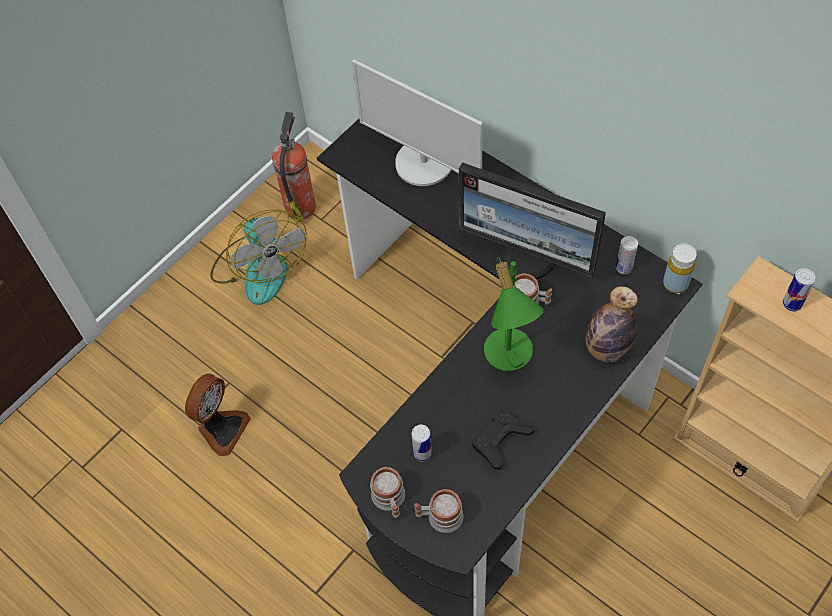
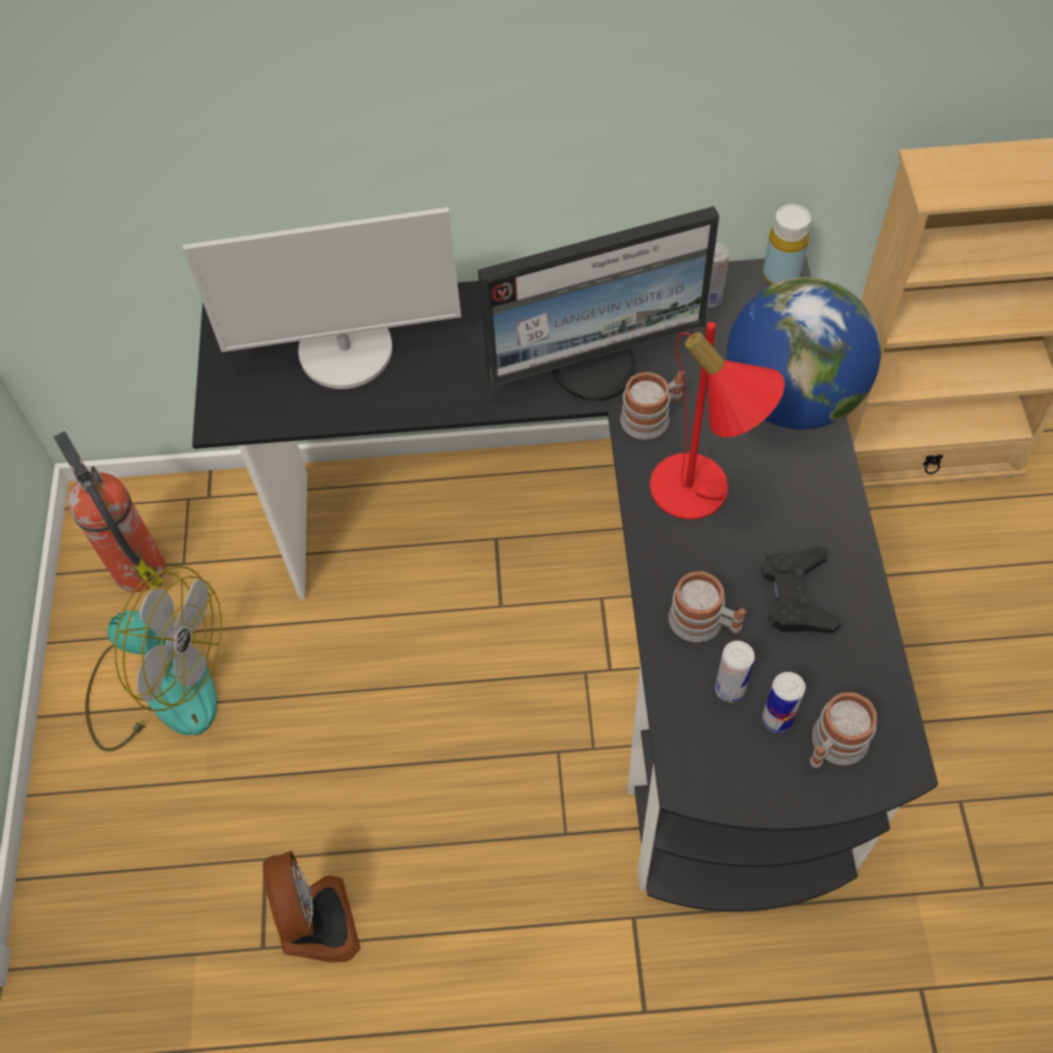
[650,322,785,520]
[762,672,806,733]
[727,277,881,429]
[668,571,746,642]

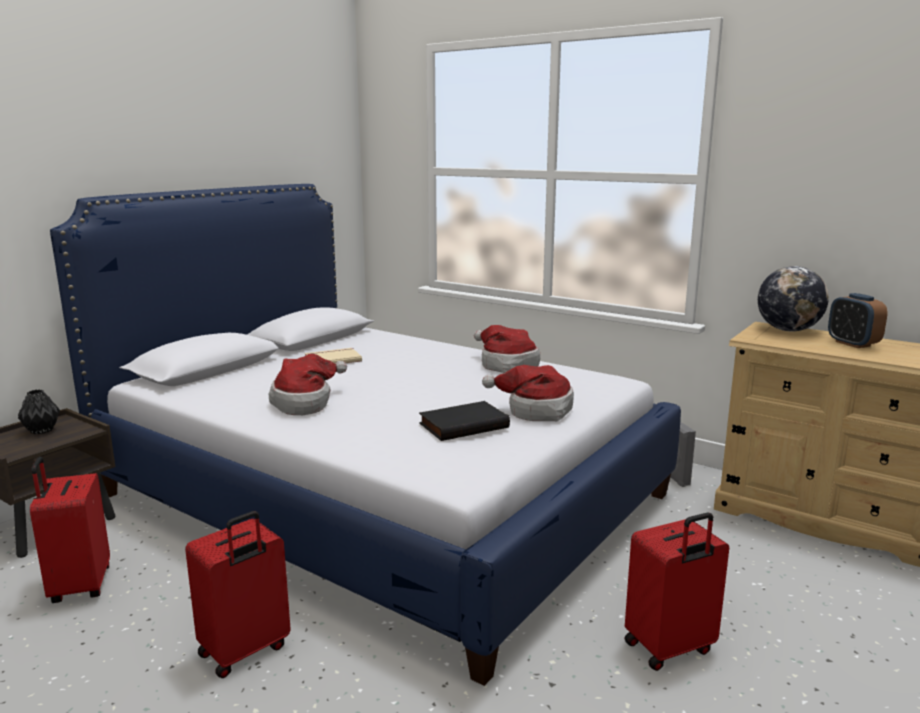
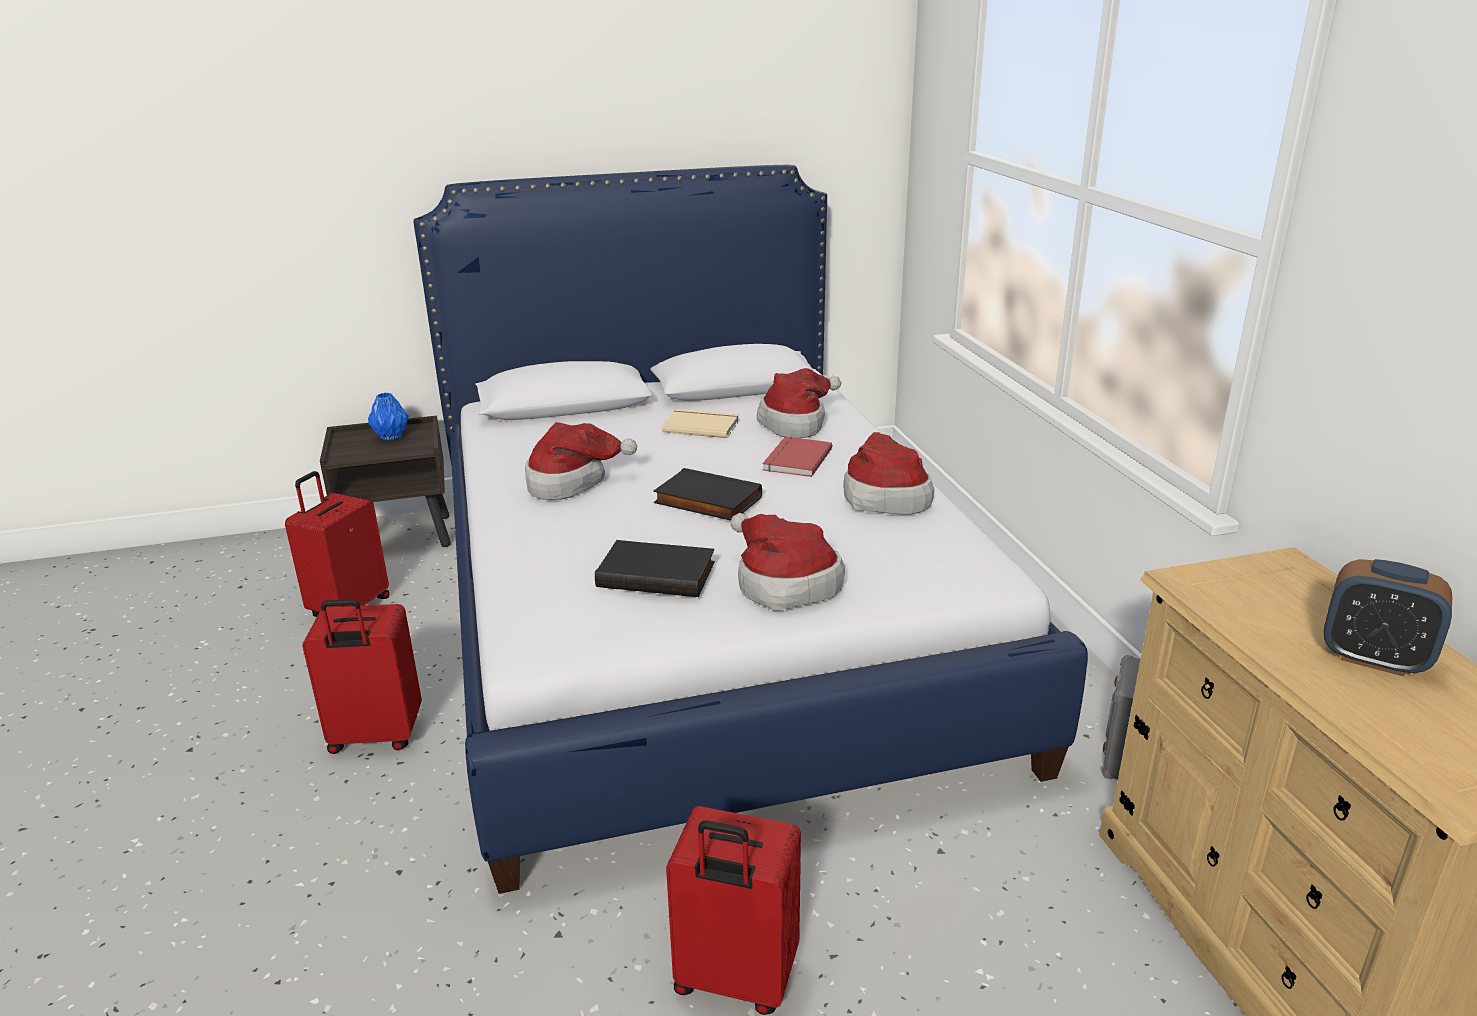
[758,266,829,331] (first image)
[1323,559,1452,677]
[368,393,409,440]
[757,368,841,438]
[763,437,832,477]
[653,468,762,521]

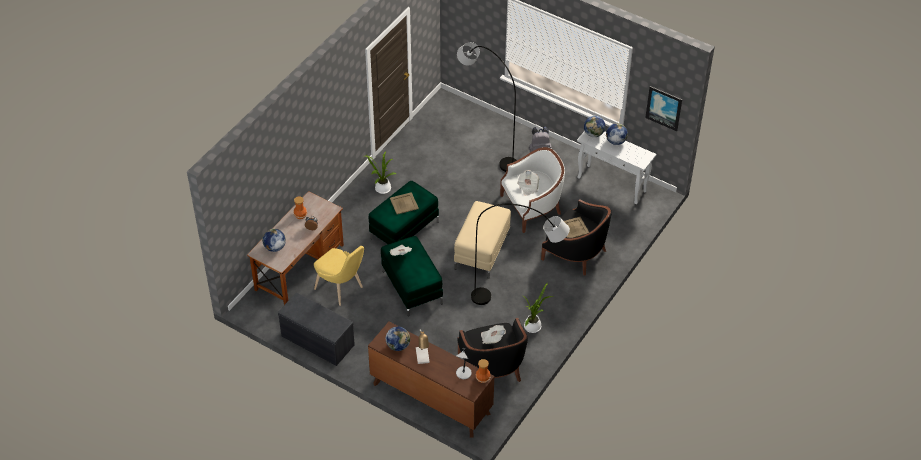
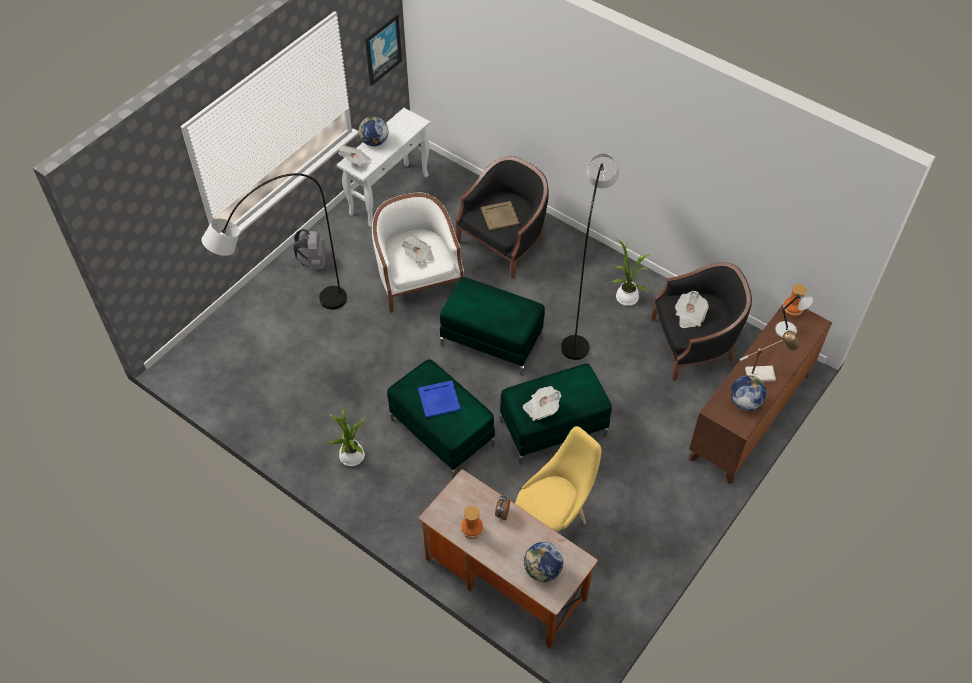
[338,146,372,165]
[418,380,461,418]
[440,277,545,375]
[278,292,355,366] (first image)

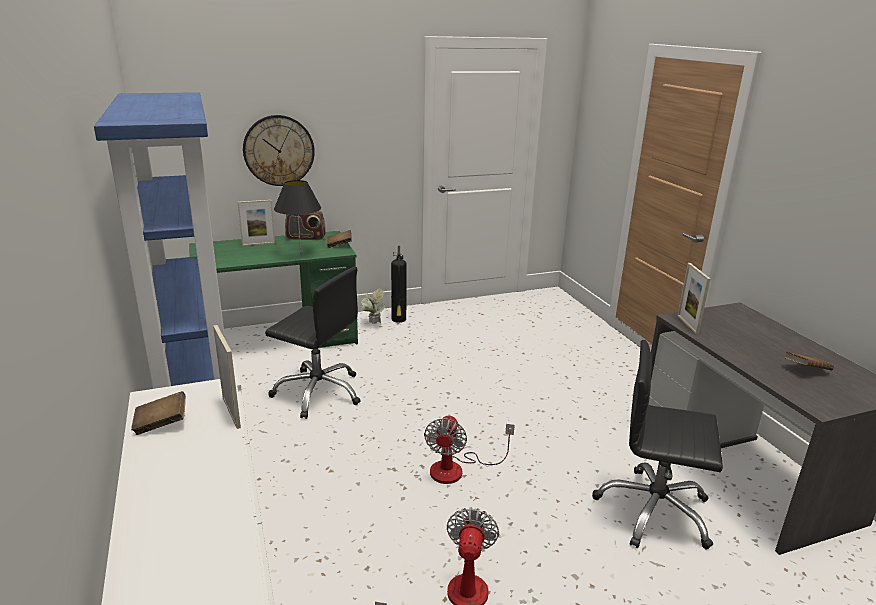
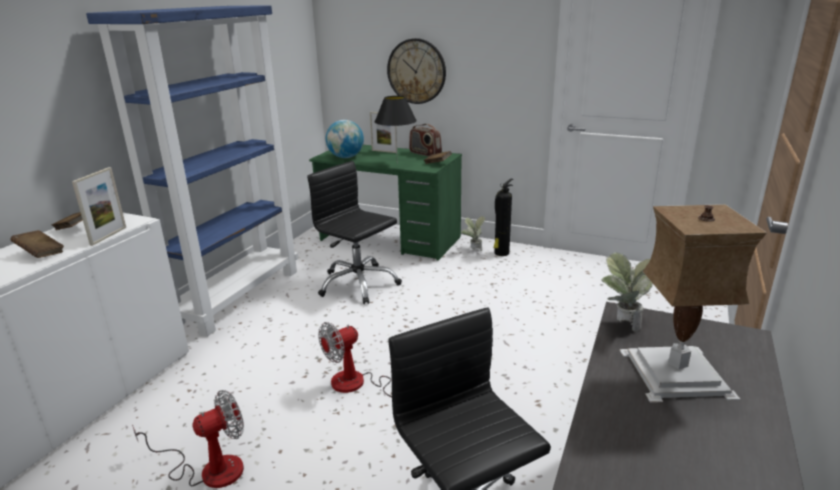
[601,252,653,331]
[307,161,402,304]
[11,230,64,258]
[326,120,364,158]
[619,204,767,403]

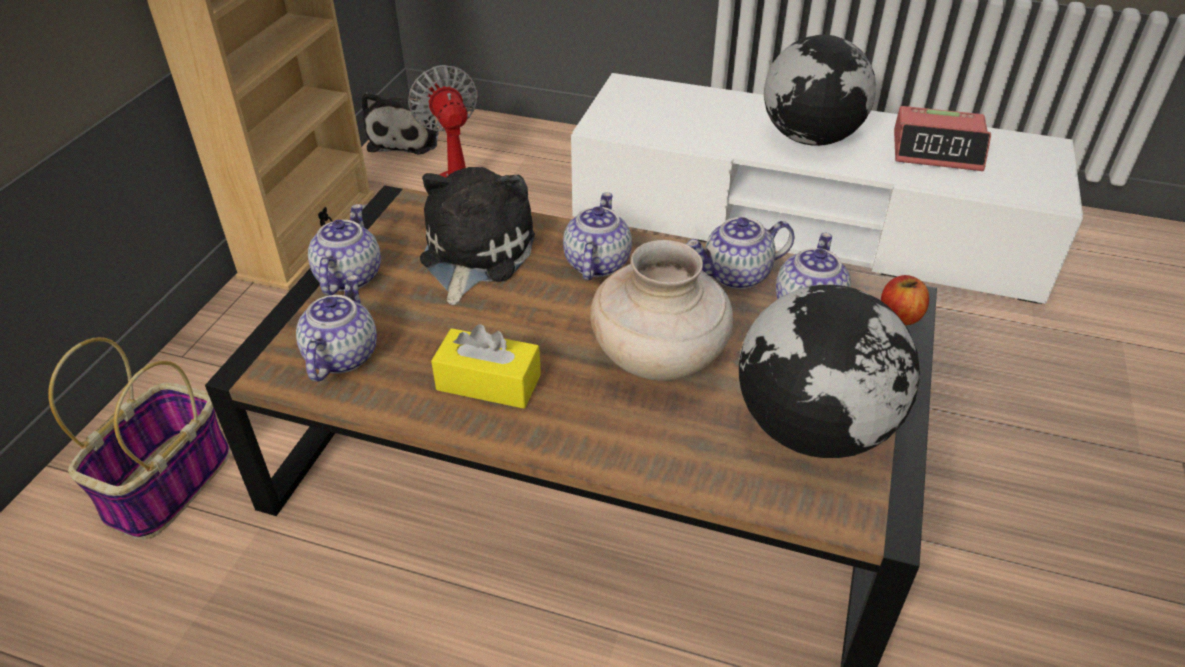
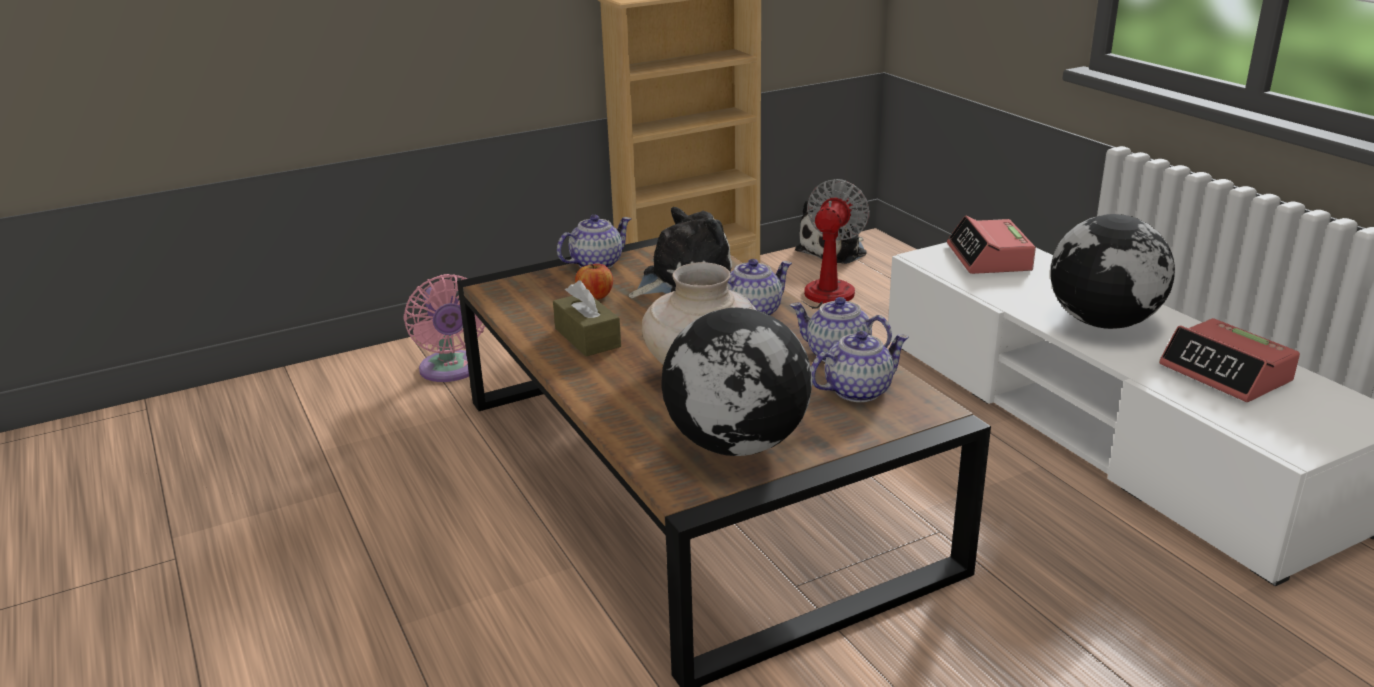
[296,275,377,382] (first image)
[575,264,613,300]
[553,280,621,356]
[404,274,485,382]
[947,216,1036,274]

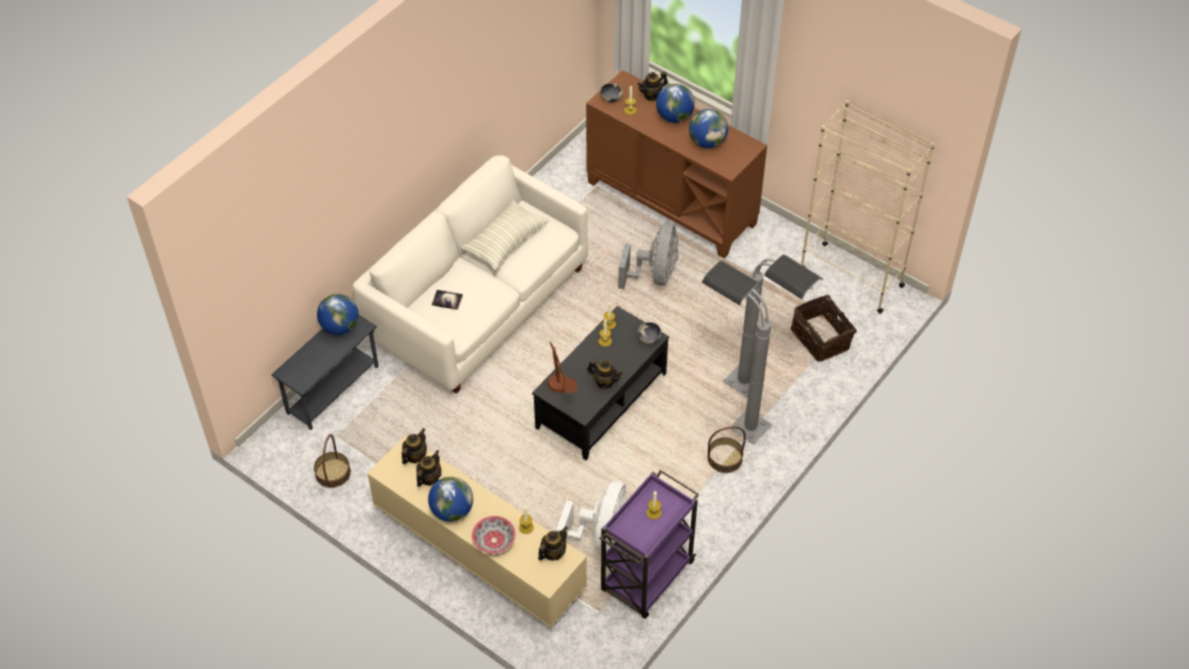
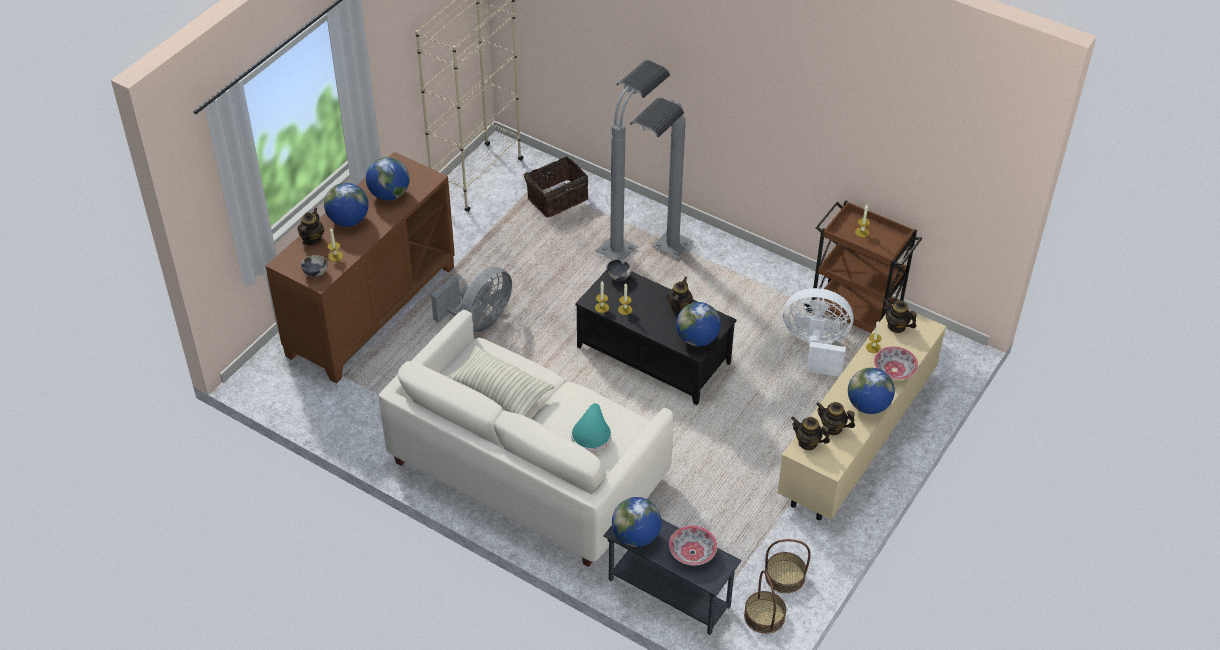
[298,208,324,245]
[431,267,512,333]
[571,403,611,453]
[676,302,721,346]
[744,570,786,634]
[804,200,922,333]
[669,525,717,565]

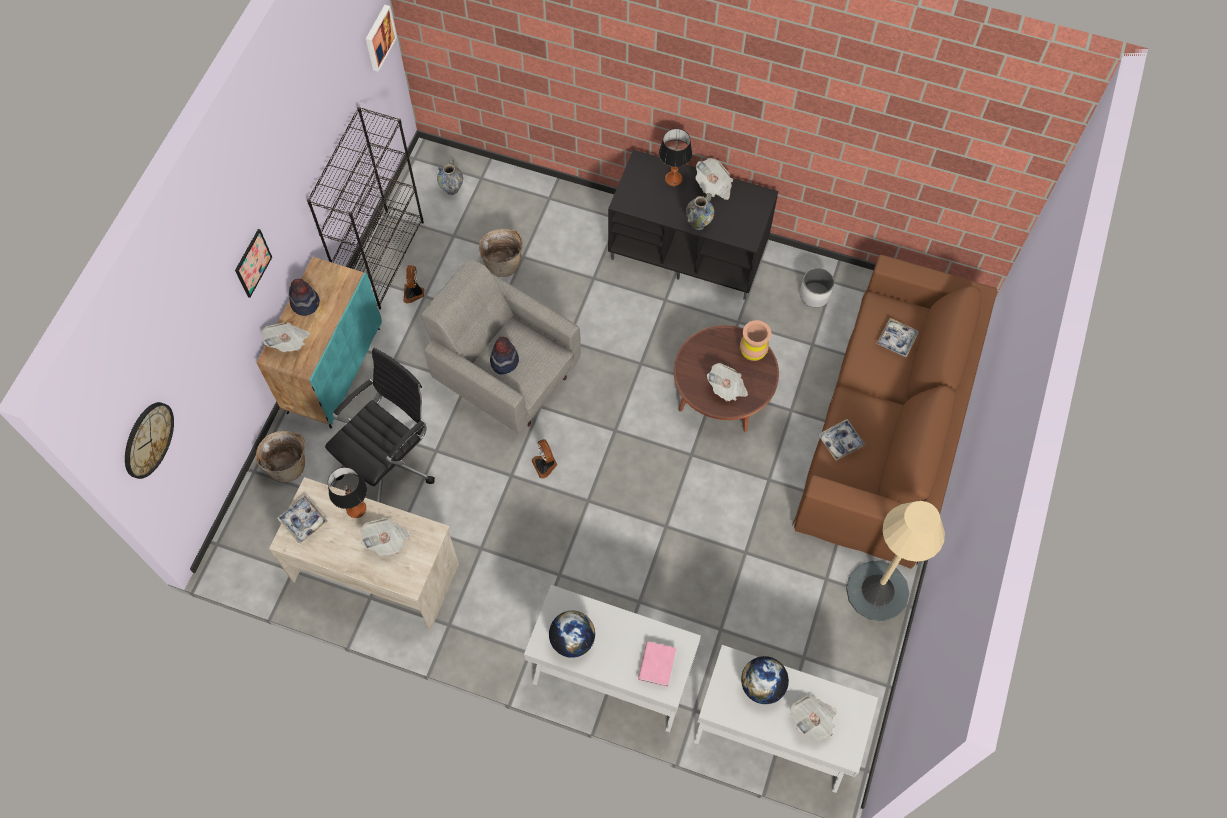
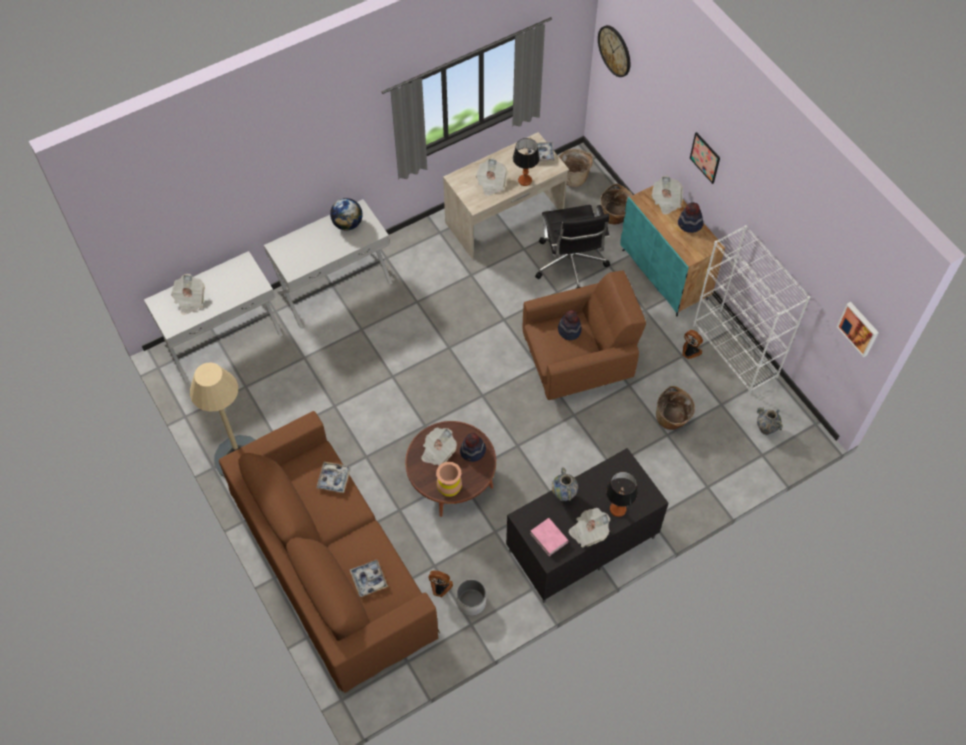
[693,225,810,394]
[523,270,646,400]
[428,571,453,597]
[530,518,569,556]
[741,656,789,704] (first image)
[559,149,593,187]
[460,433,486,462]

